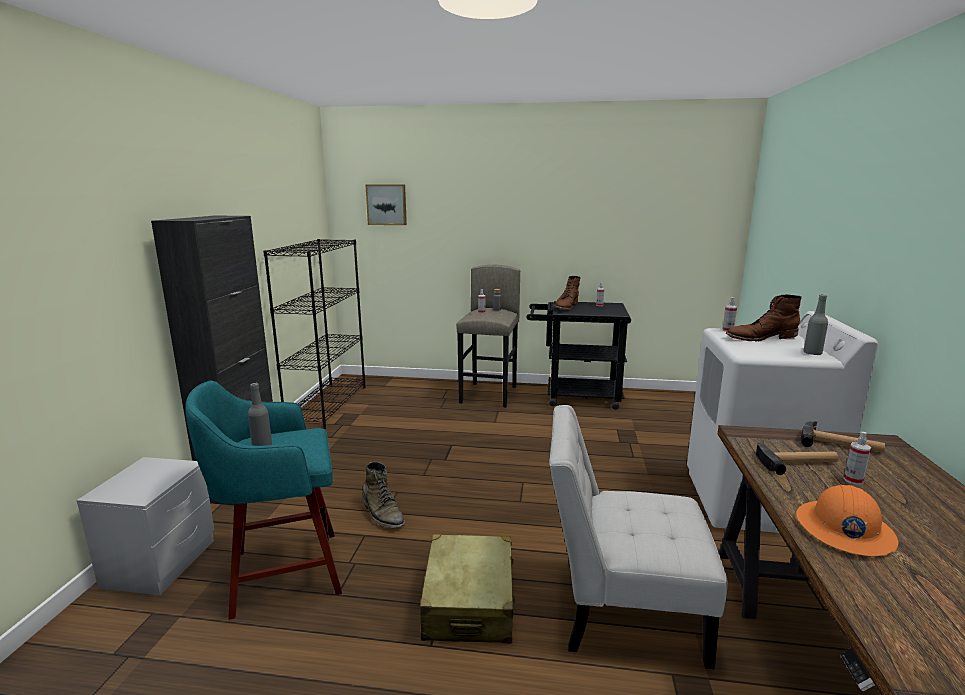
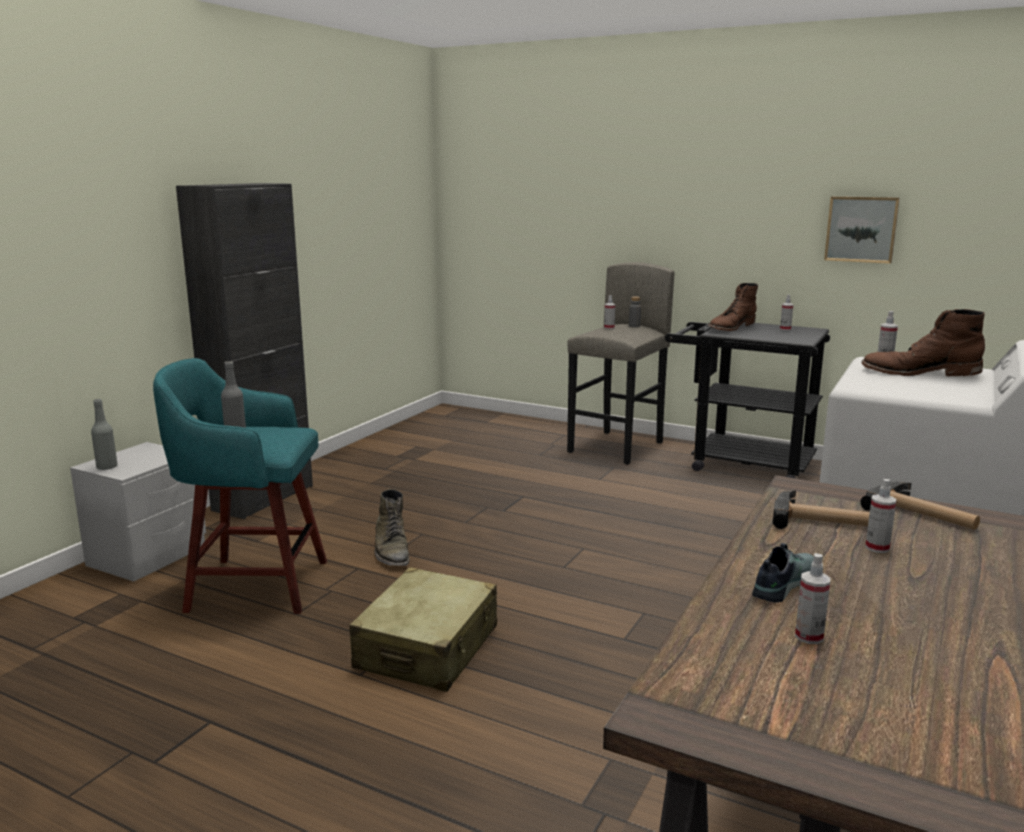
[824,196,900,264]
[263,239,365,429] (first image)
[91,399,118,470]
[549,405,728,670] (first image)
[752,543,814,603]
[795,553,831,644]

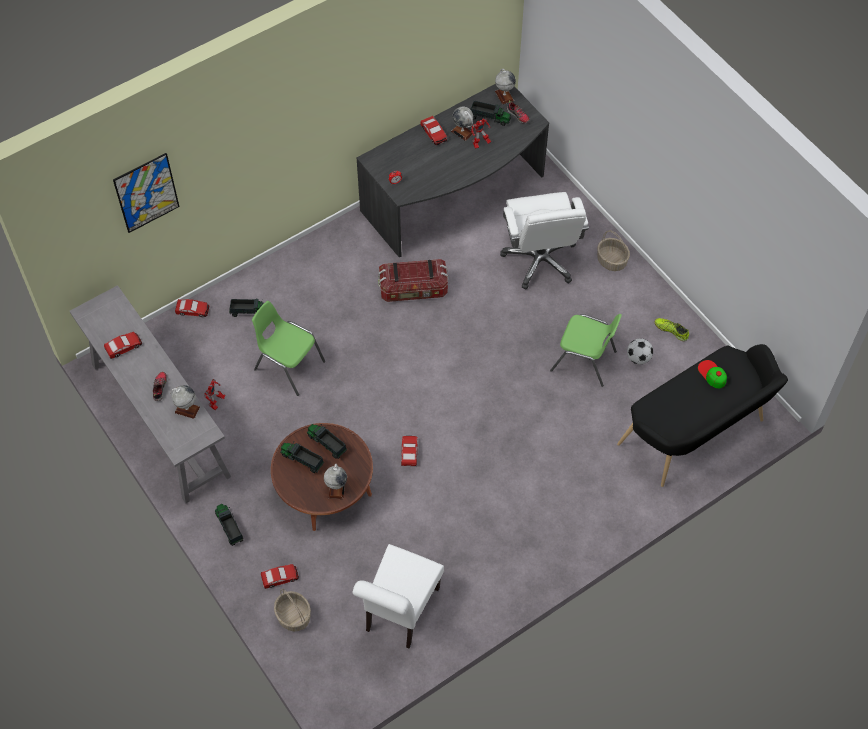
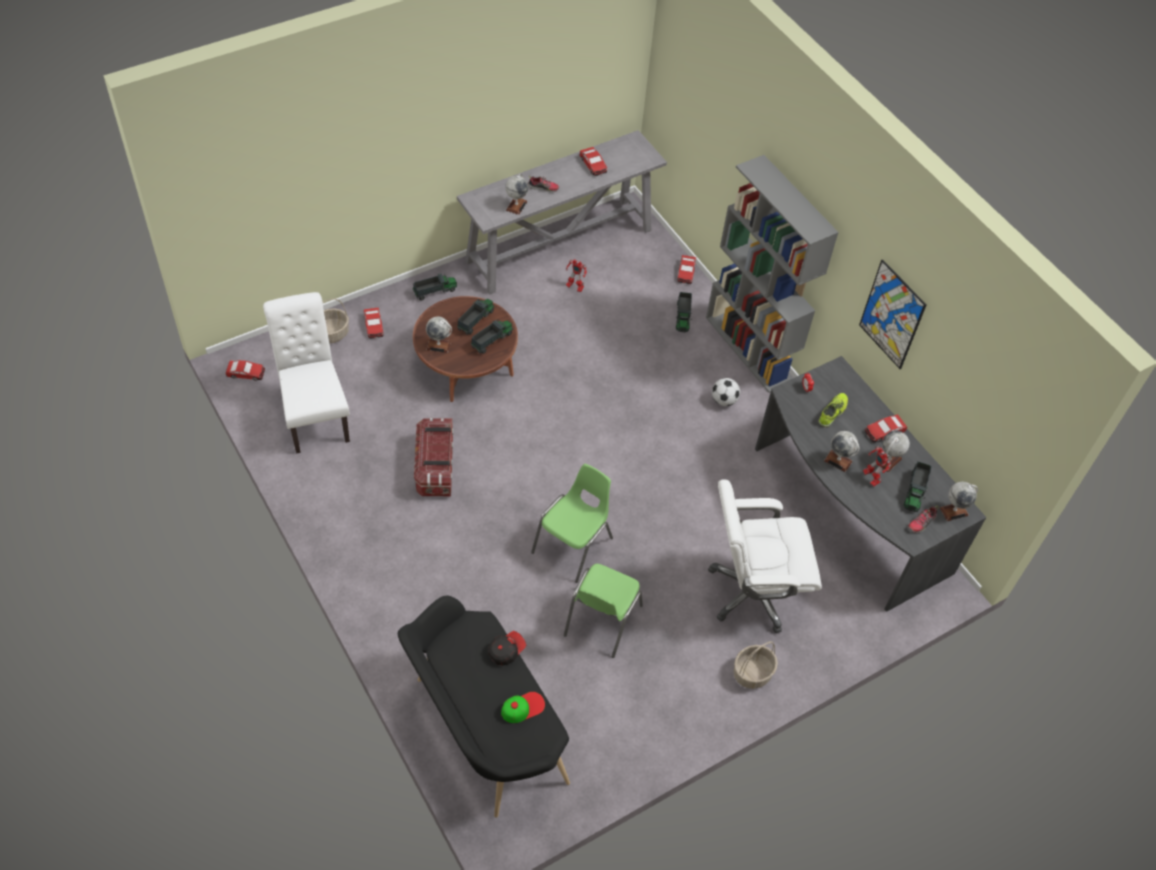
[859,259,926,369]
[414,417,454,496]
[531,464,613,583]
[819,393,848,427]
[712,378,740,406]
[226,360,265,381]
[263,292,350,454]
[706,155,839,393]
[824,431,859,472]
[489,631,526,666]

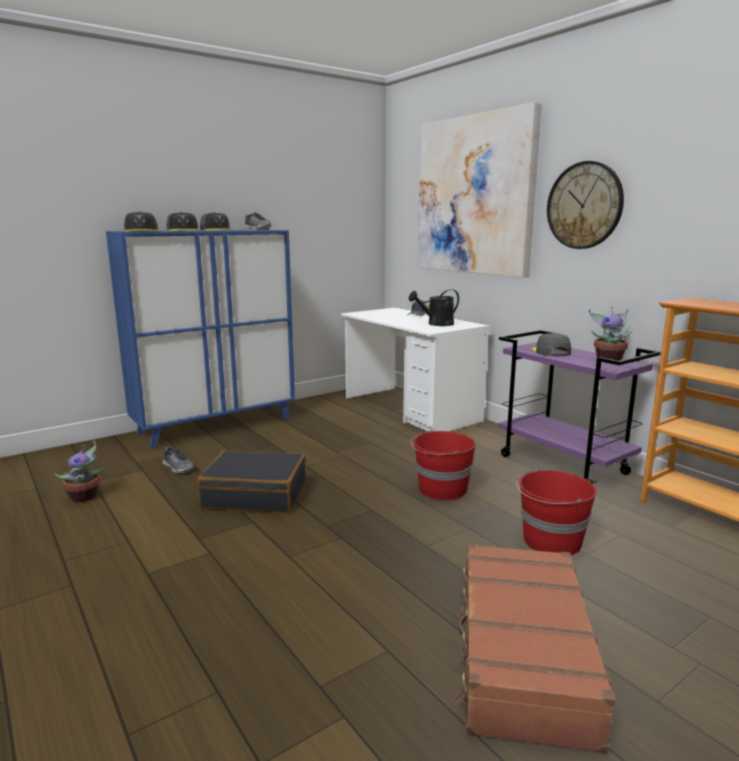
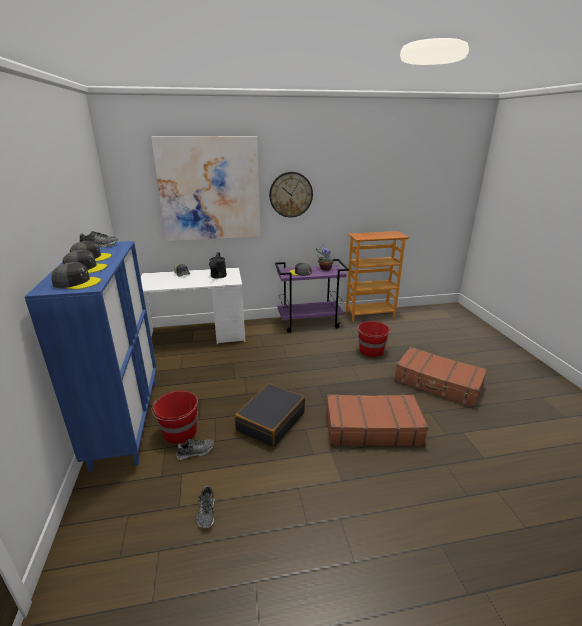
[152,391,198,444]
[197,486,215,528]
[326,394,429,447]

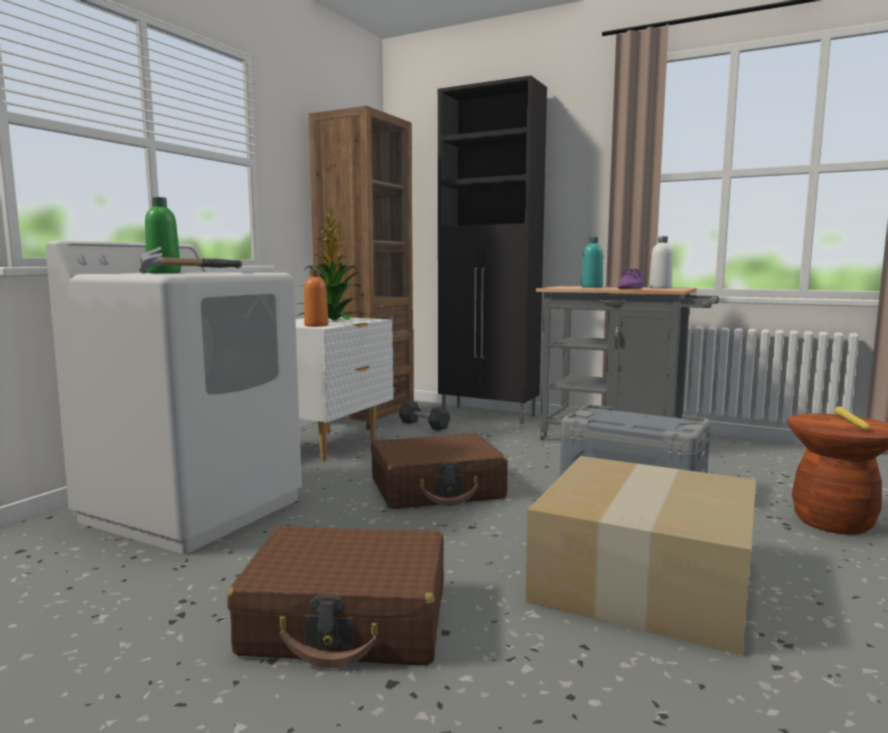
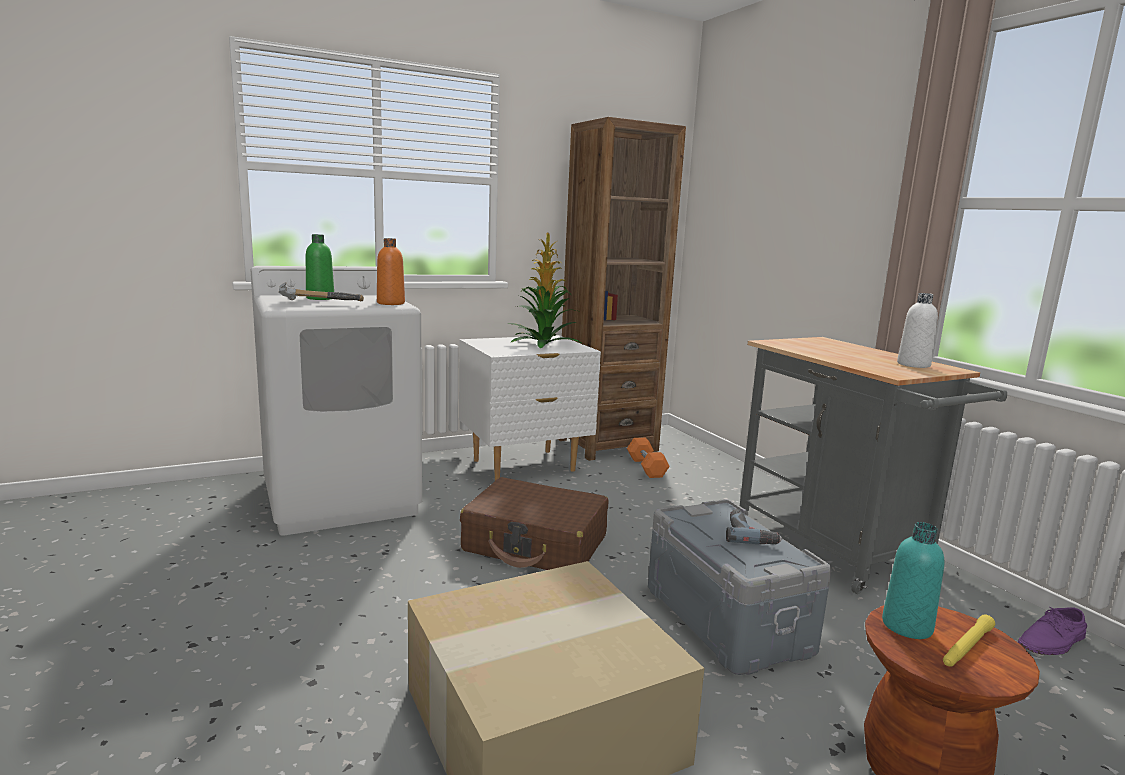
[438,75,547,424] (first image)
[882,522,944,639]
[1018,607,1087,655]
[377,238,405,305]
[627,438,670,478]
[227,526,444,668] (first image)
[726,509,782,544]

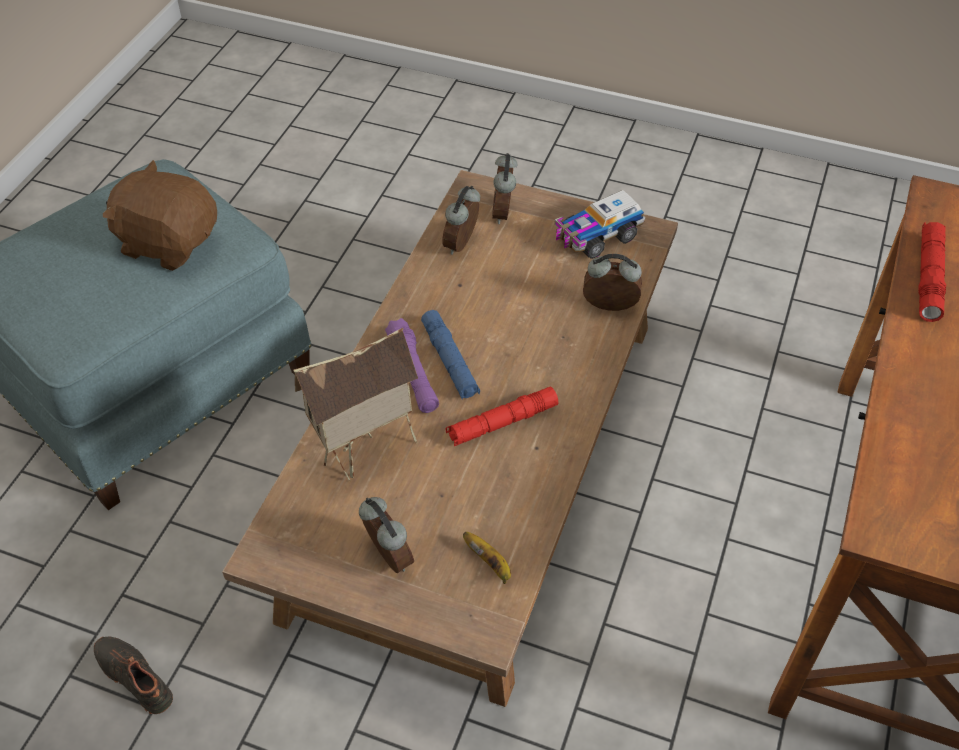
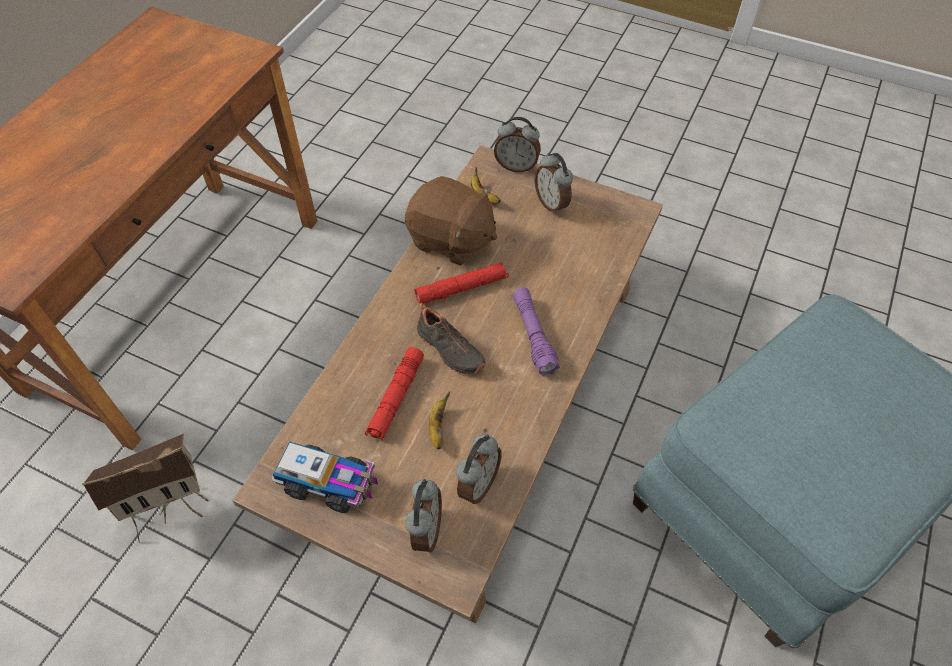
[405,176,497,266]
[272,442,378,513]
[365,347,424,441]
[494,117,541,172]
[421,310,480,400] (first image)
[82,433,209,543]
[417,303,486,374]
[429,392,450,449]

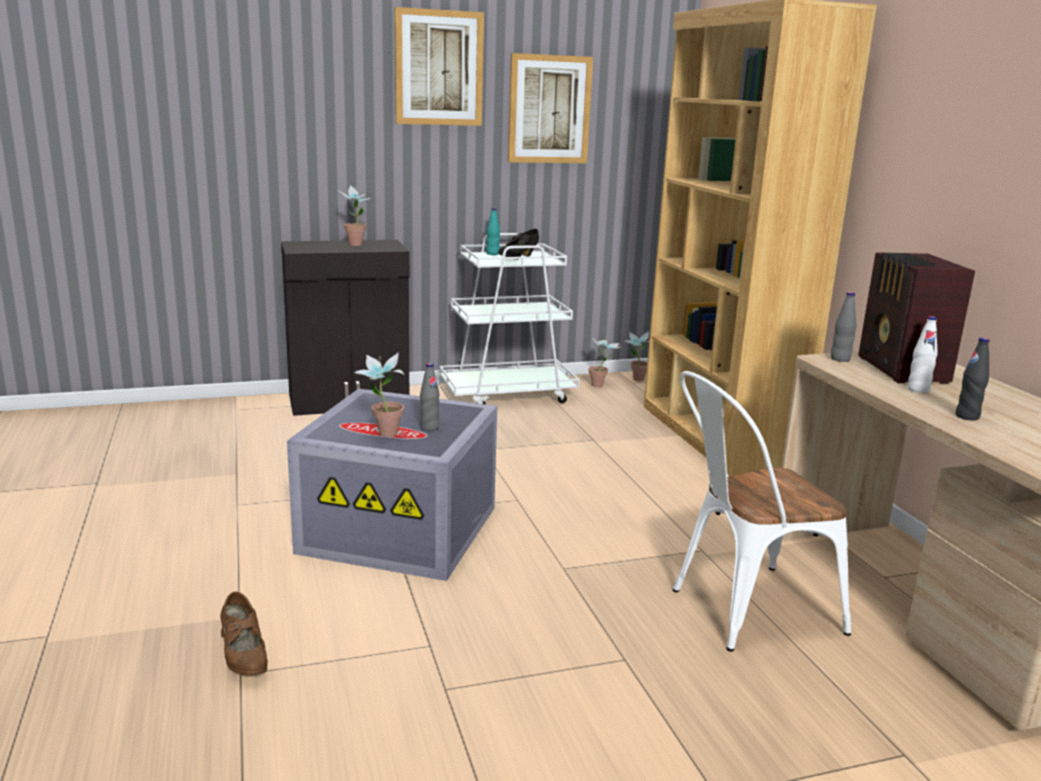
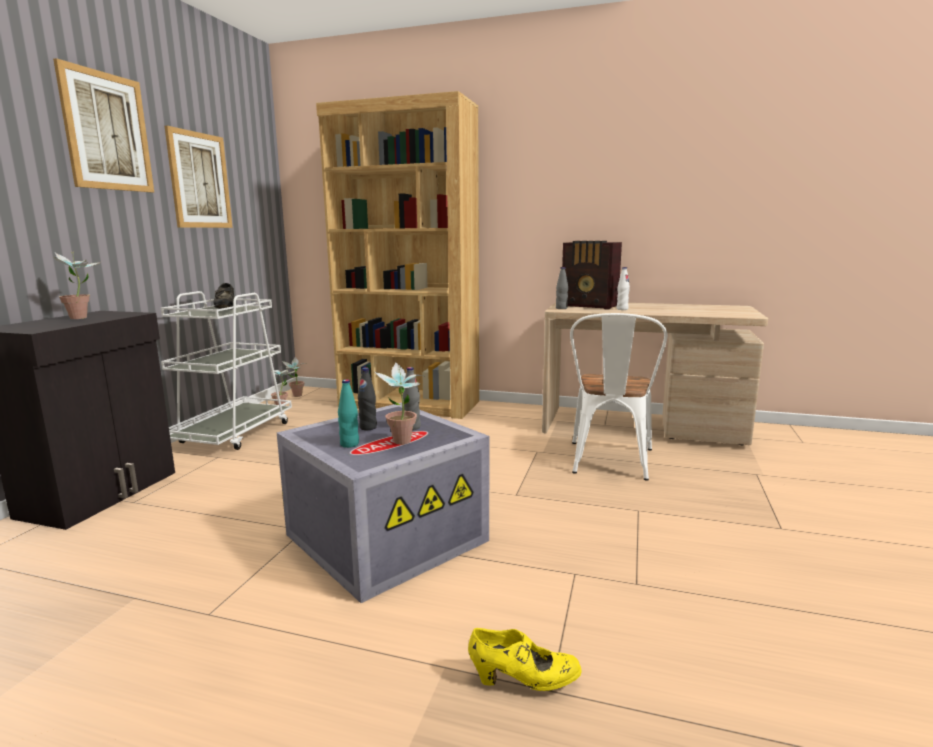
[338,379,359,448]
[358,367,377,430]
[468,628,582,691]

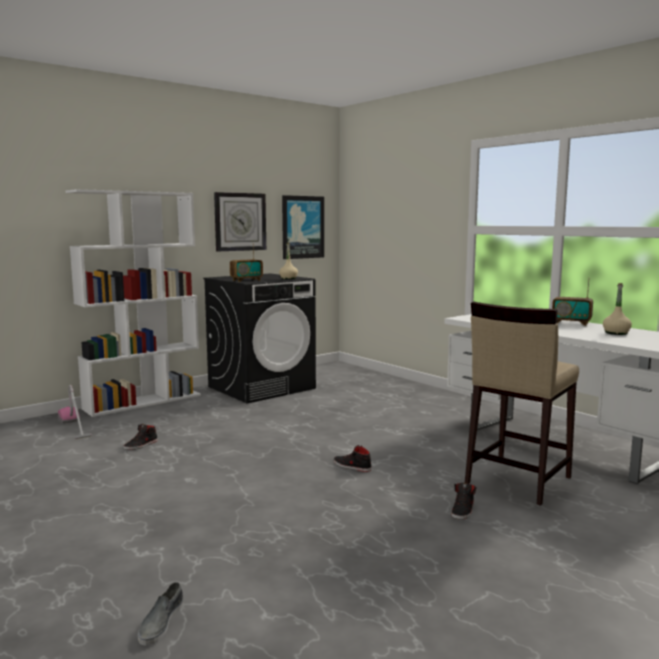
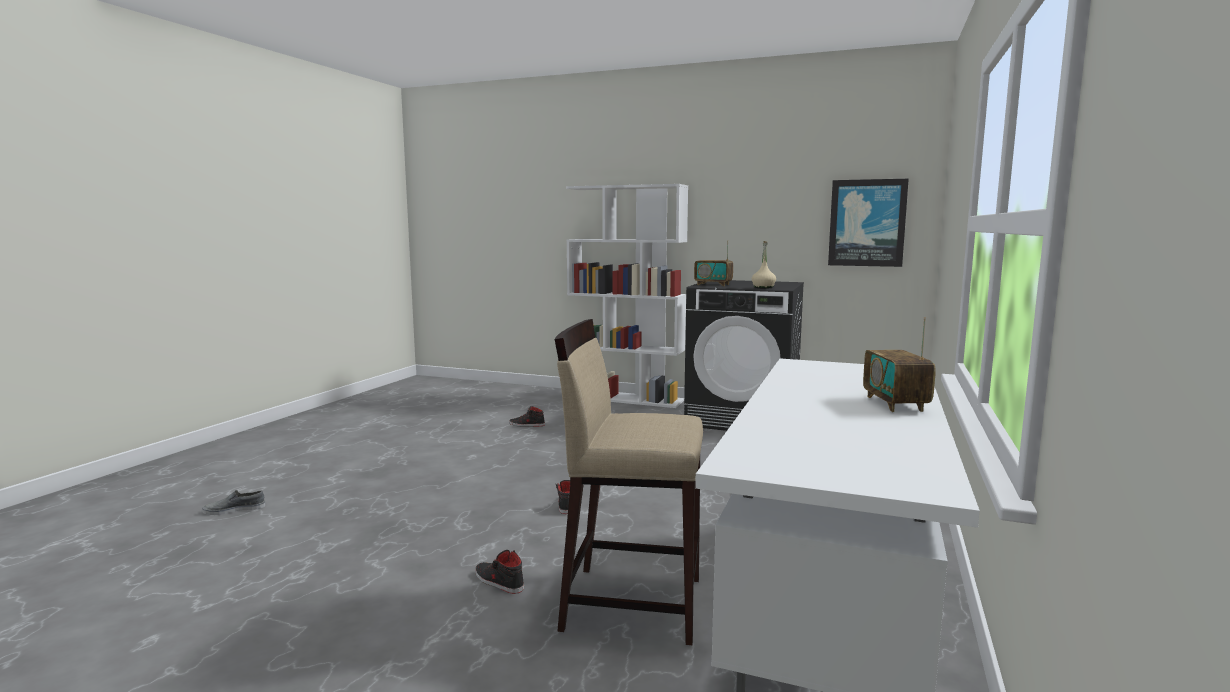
[214,192,266,251] (first image)
[603,283,632,335] (first image)
[58,385,92,439] (first image)
[475,550,524,594]

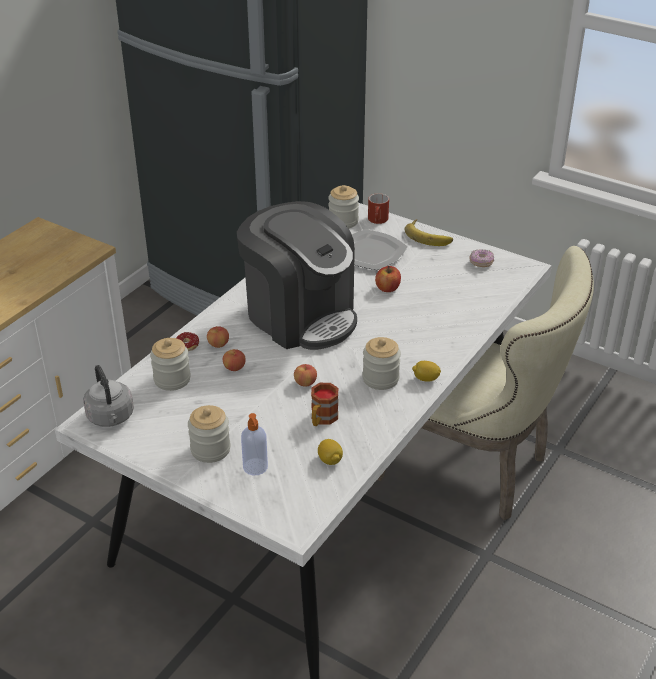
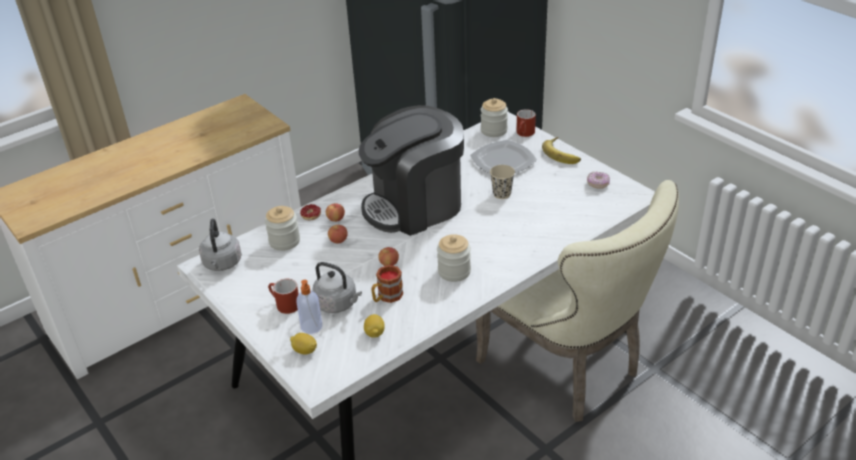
[359,105,464,236]
[490,165,515,199]
[290,333,317,355]
[268,279,299,314]
[312,262,362,313]

